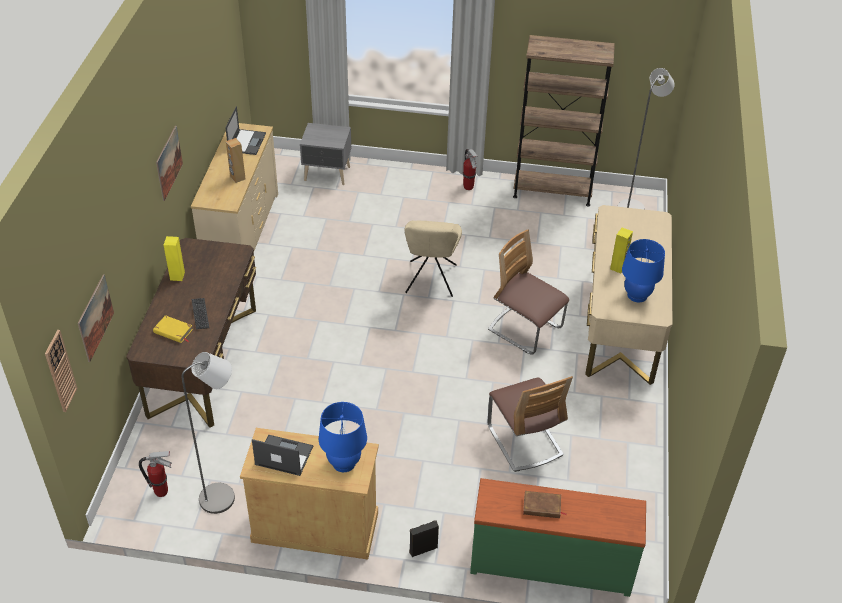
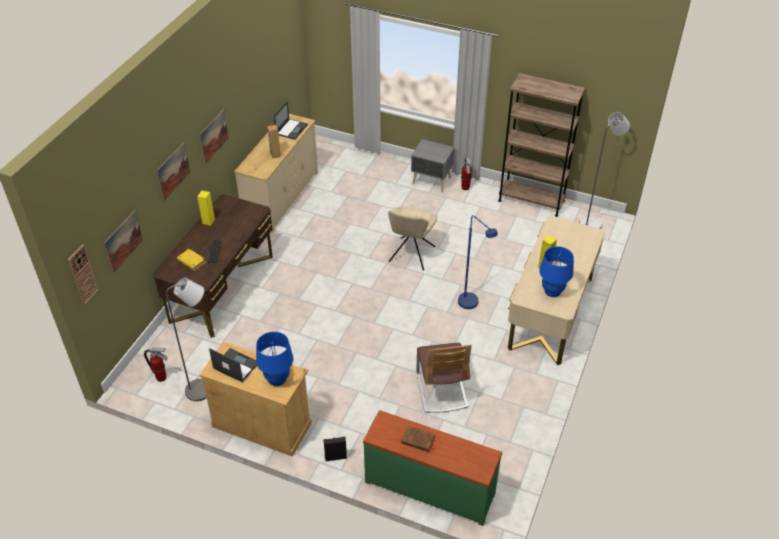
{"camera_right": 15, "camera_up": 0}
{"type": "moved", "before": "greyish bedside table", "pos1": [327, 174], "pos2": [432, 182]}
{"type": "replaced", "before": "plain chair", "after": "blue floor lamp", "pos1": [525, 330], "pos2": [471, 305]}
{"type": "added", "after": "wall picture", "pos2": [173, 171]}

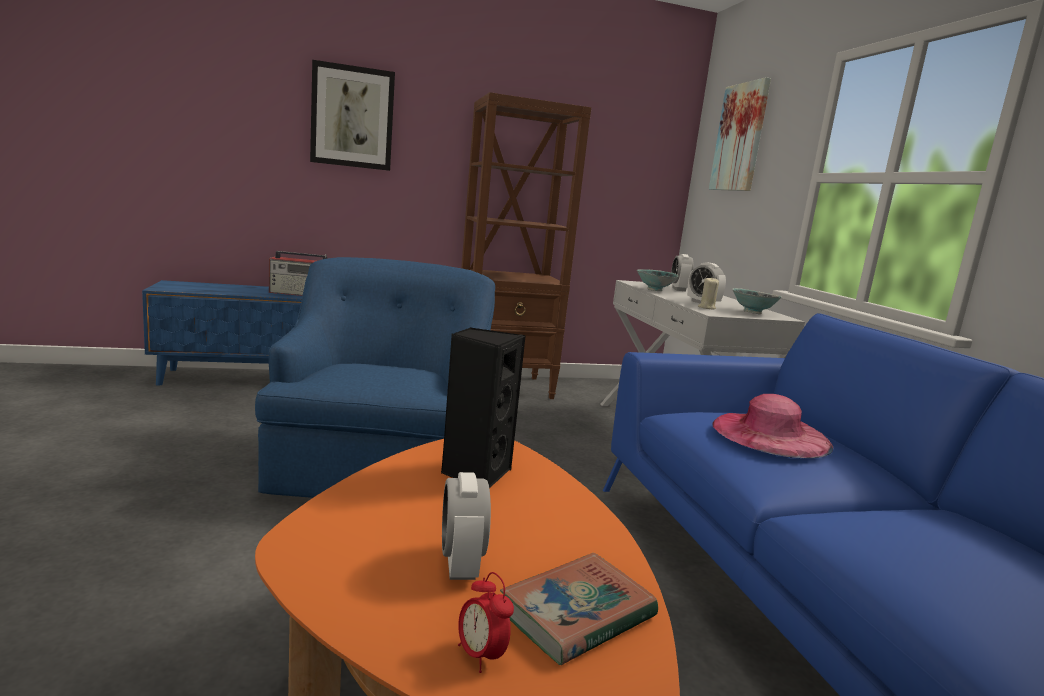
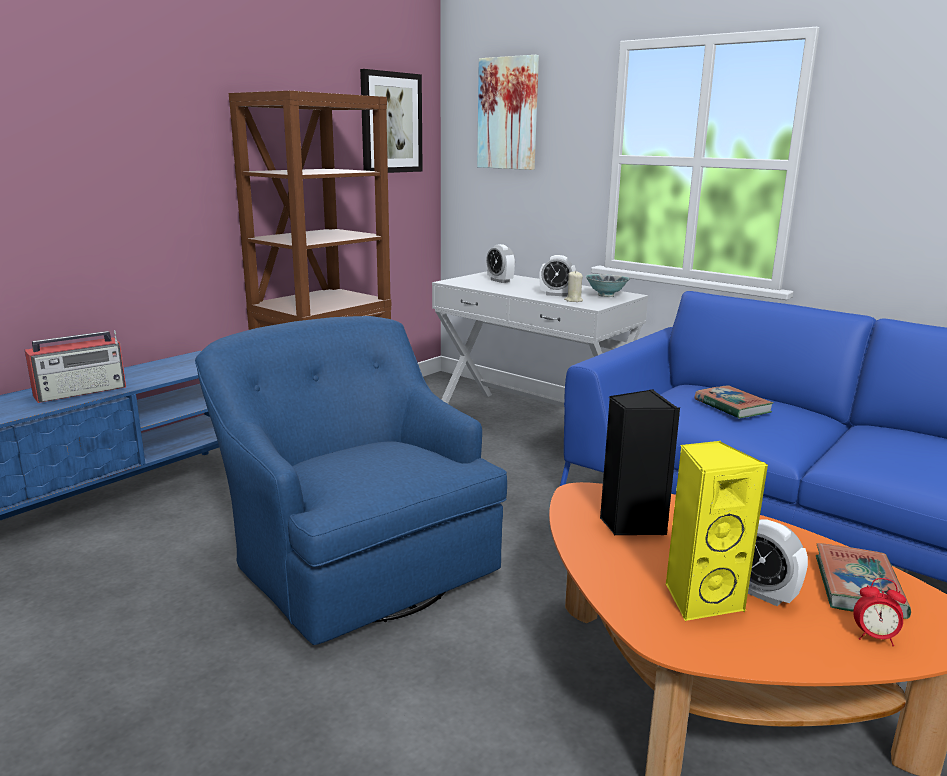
{"camera_right": -35, "camera_up": 5}
{"type": "moved", "before": "wall picture", "pos1": [352, 117], "pos2": [391, 123]}
{"type": "removed", "before": "bowl", "pos1": [654, 290]}
{"type": "replaced", "before": "pinkish hat", "after": "volume", "pos1": [770, 434], "pos2": [732, 406]}
{"type": "added", "after": "yellowish loudspeaker", "pos2": [700, 599]}

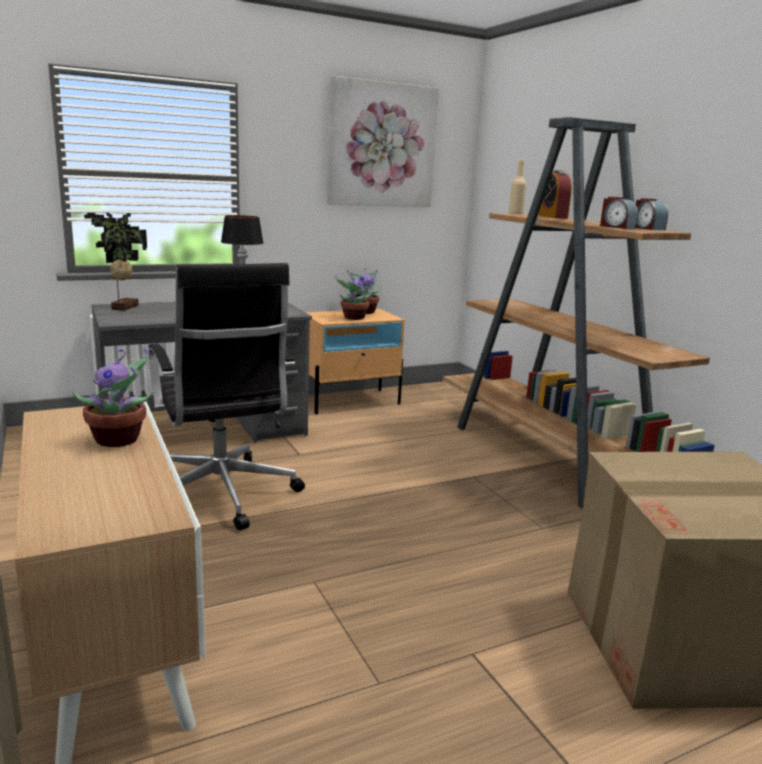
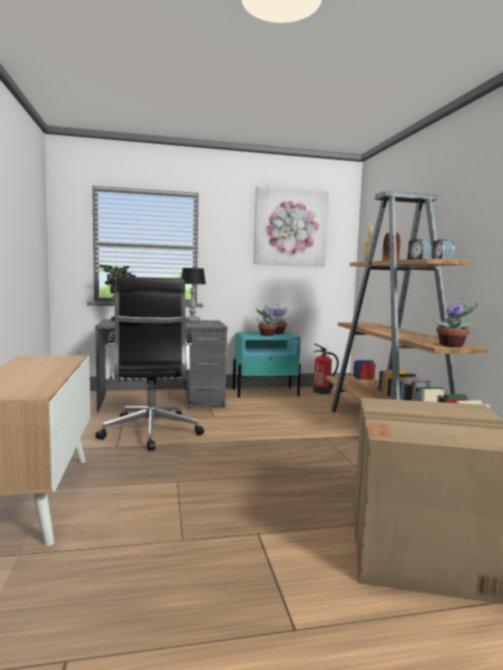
{"camera_right": 15, "camera_up": -10}
{"type": "moved", "before": "plant in a pot", "pos1": [120, 440], "pos2": [453, 345]}
{"type": "recoloured", "before": "beige-coloured bedside table", "after": "turquoise bedside table", "pos1": [350, 401], "pos2": [265, 392]}
{"type": "added", "after": "extinguisher", "pos2": [322, 391]}

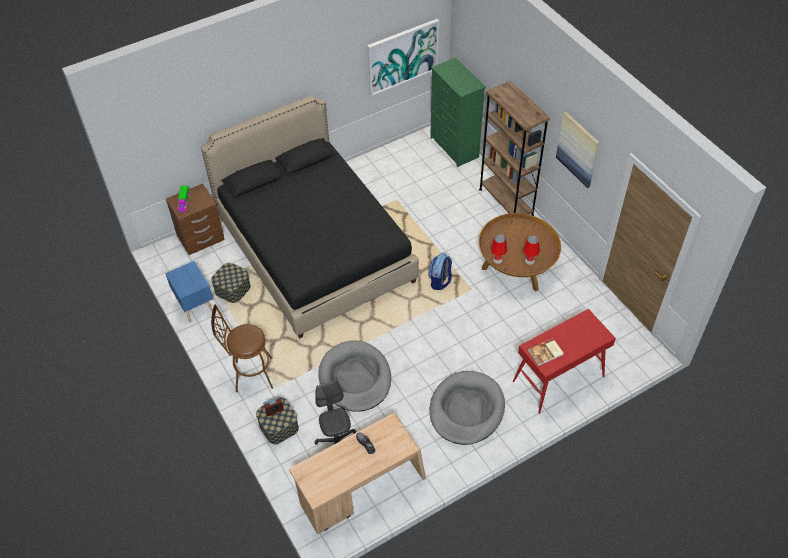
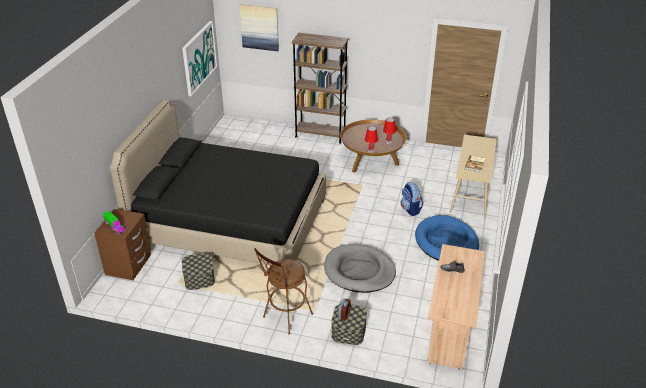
{"camera_right": -45, "camera_up": -15}
{"type": "removed", "before": "blue bedside table", "pos1": [195, 304]}
{"type": "removed", "before": "greyish office chair", "pos1": [336, 442]}
{"type": "moved", "before": "knapsack", "pos1": [440, 281], "pos2": [410, 209]}
{"type": "removed", "before": "green-coloured dresser", "pos1": [454, 148]}
{"type": "recoloured", "before": "greyish dog cushion", "after": "blue dog cushion", "pos1": [466, 409], "pos2": [446, 242]}
{"type": "recoloured", "before": "reddish hall table", "after": "beige-coloured hall table", "pos1": [558, 379], "pos2": [470, 197]}
{"type": "moved", "before": "wall picture", "pos1": [578, 149], "pos2": [259, 27]}

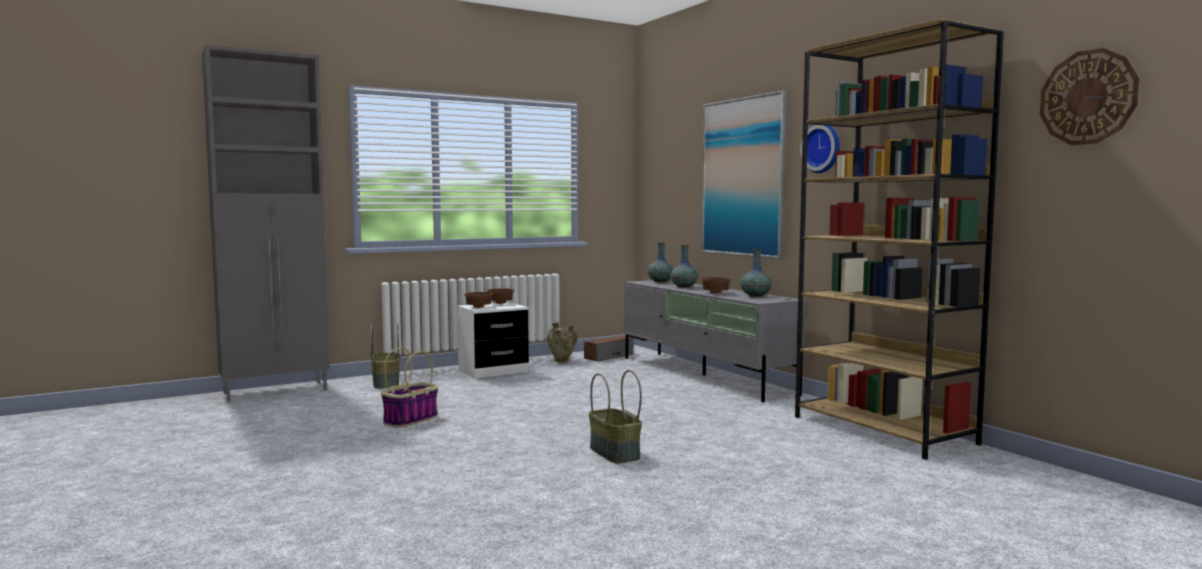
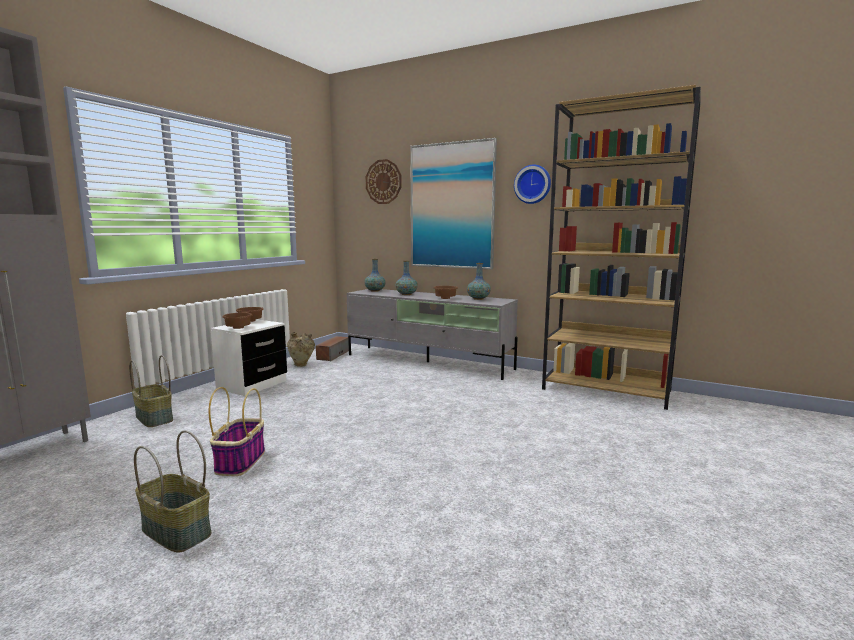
{"camera_right": -30, "camera_up": 5}
{"type": "moved", "before": "household basket", "pos1": [613, 453], "pos2": [175, 532]}
{"type": "moved", "before": "clock on the wall", "pos1": [1088, 97], "pos2": [383, 182]}

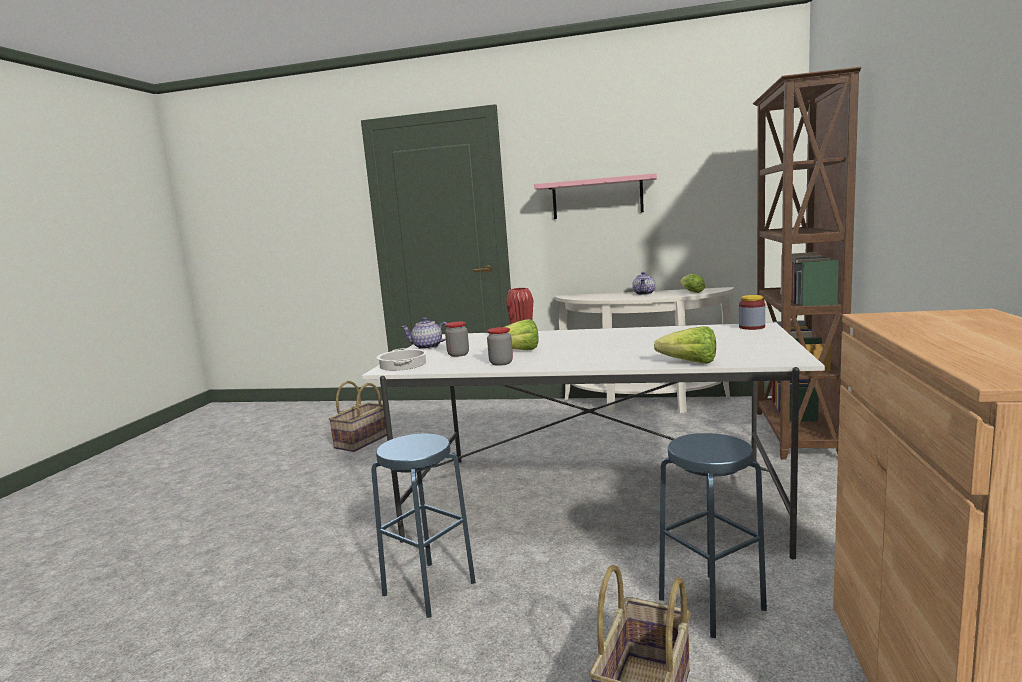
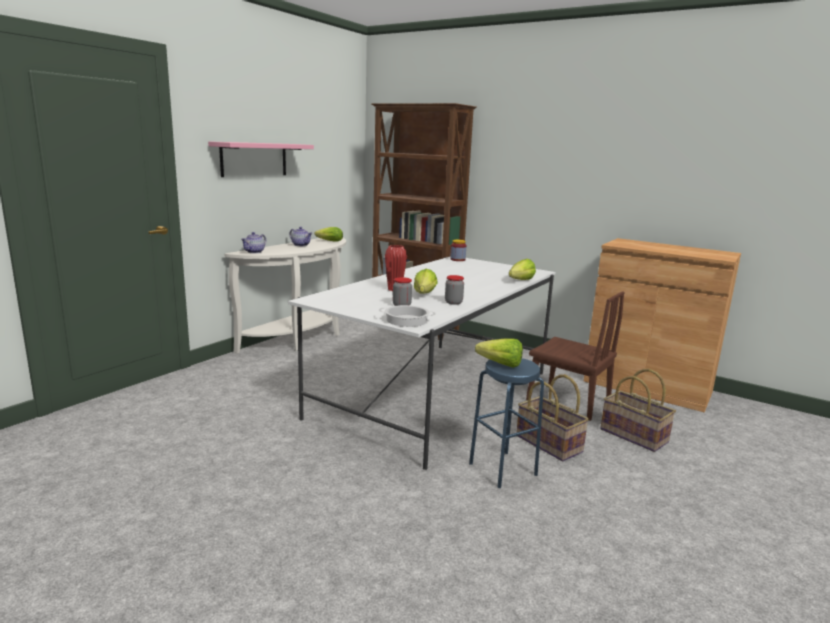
{"camera_right": -70, "camera_up": 5}
{"type": "moved", "before": "household basket", "pos1": [363, 441], "pos2": [549, 443]}
{"type": "moved", "before": "pot for tea", "pos1": [427, 347], "pos2": [254, 252]}
{"type": "replaced", "before": "blue sitting stool", "after": "brown plain chair", "pos1": [711, 604], "pos2": [568, 400]}
{"type": "added", "after": "lettuce", "pos2": [497, 364]}

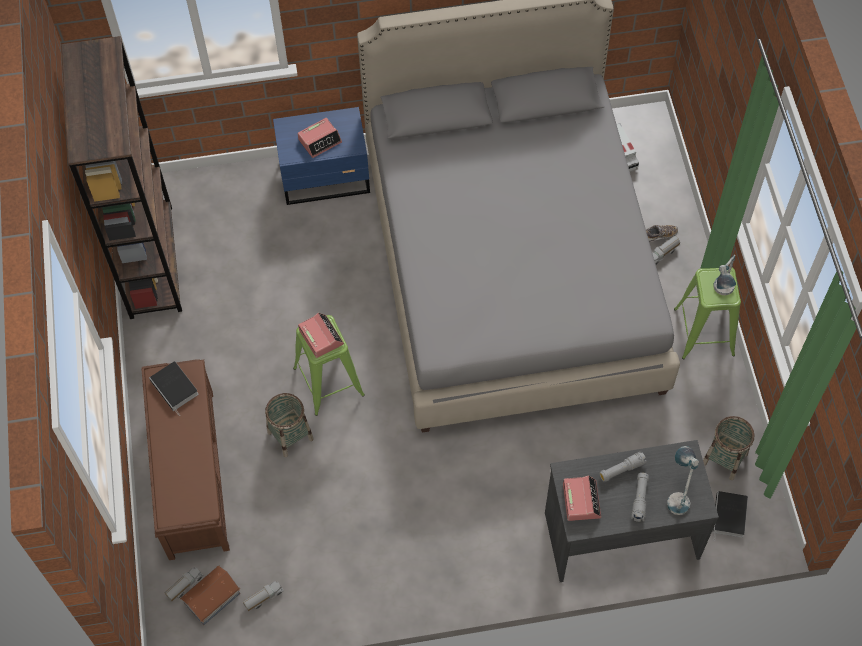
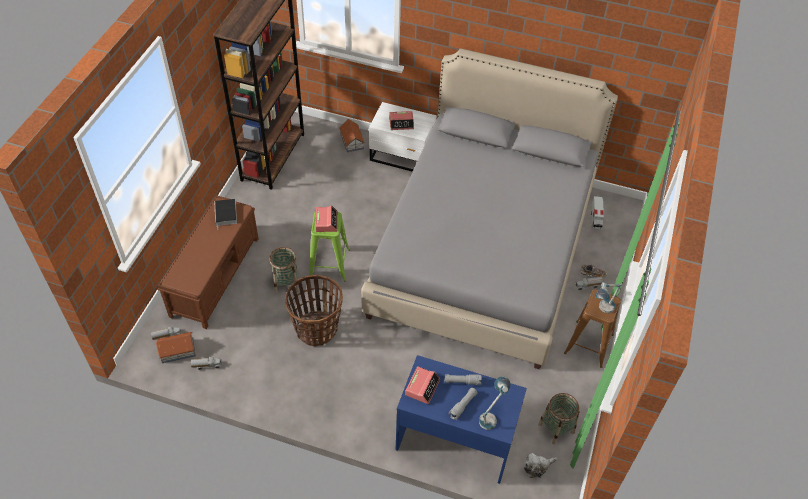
{"camera_right": 25, "camera_up": -10}
{"type": "recoloured", "before": "blue bedside table", "after": "white bedside table", "pos1": [326, 178], "pos2": [402, 156]}
{"type": "recoloured", "before": "greyish desk table", "after": "blue desk table", "pos1": [620, 534], "pos2": [455, 440]}
{"type": "recoloured", "before": "green-coloured sitting stool", "after": "brown sitting stool", "pos1": [704, 331], "pos2": [589, 343]}
{"type": "replaced", "before": "volume", "after": "soft toy", "pos1": [729, 517], "pos2": [537, 467]}
{"type": "added", "after": "household basket", "pos2": [316, 328]}
{"type": "added", "after": "miniature house", "pos2": [352, 141]}

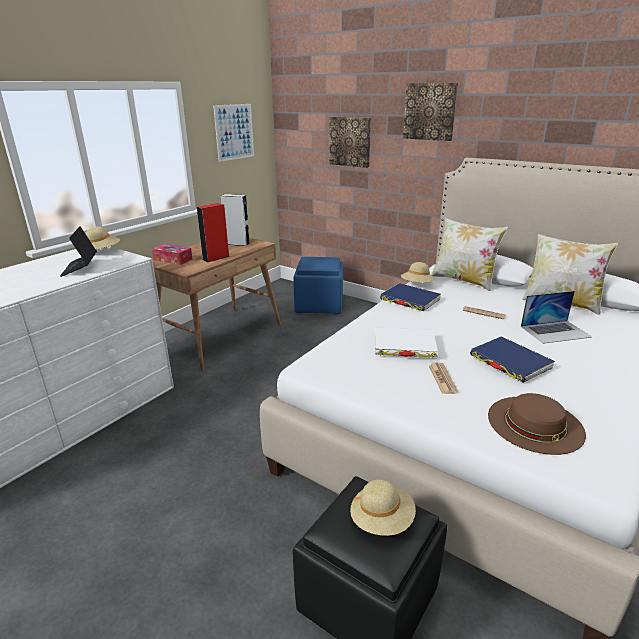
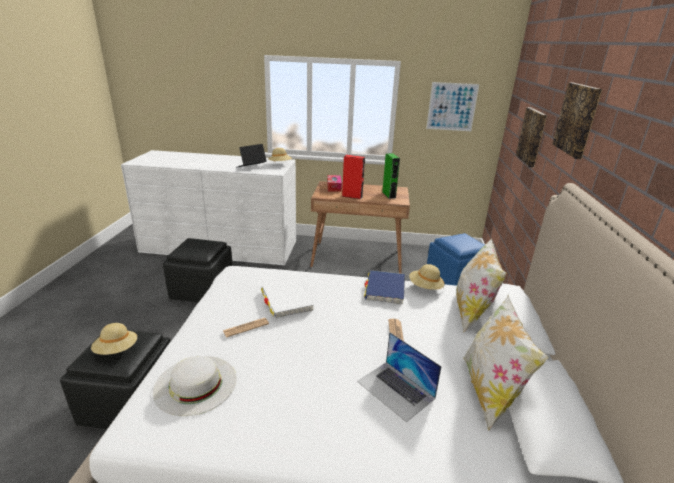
{"camera_right": 60, "camera_up": 0}
{"type": "recoloured", "before": "greyish loudspeaker", "after": "green-coloured loudspeaker", "pos1": [237, 244], "pos2": [389, 195]}
{"type": "removed", "before": "blue volume", "pos1": [510, 362]}
{"type": "recoloured", "before": "brown hat", "after": "white hat", "pos1": [535, 424], "pos2": [195, 384]}
{"type": "added", "after": "black-coloured ottoman", "pos2": [203, 290]}

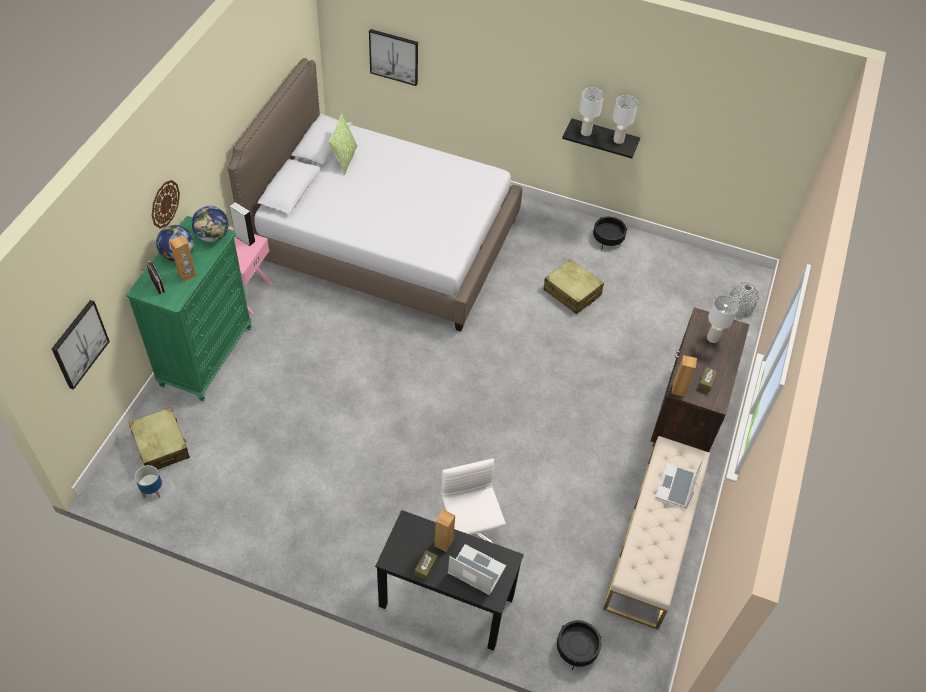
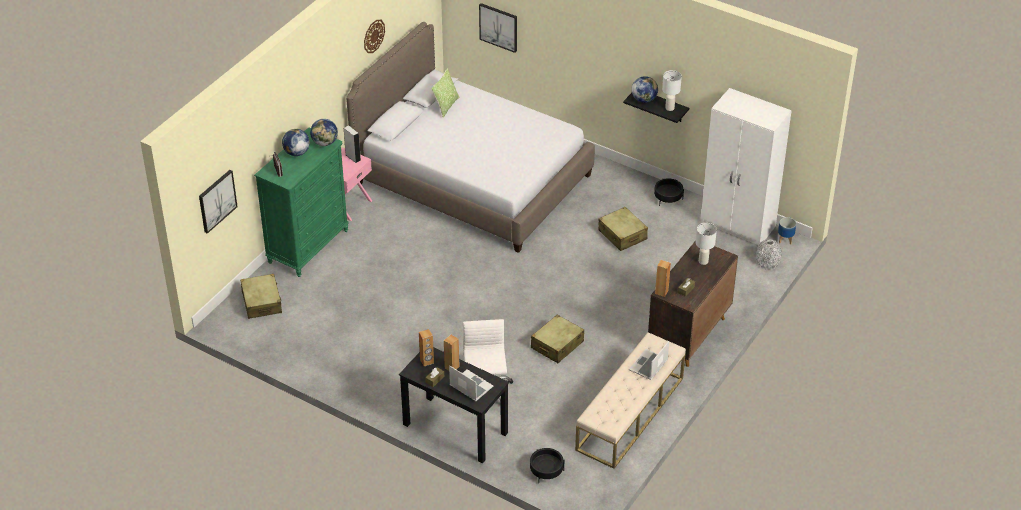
{"camera_right": 15, "camera_up": -10}
{"type": "moved", "before": "flower pot", "pos1": [152, 491], "pos2": [785, 240]}
{"type": "moved", "before": "clock on the wall", "pos1": [164, 204], "pos2": [373, 36]}
{"type": "moved", "before": "brown loudspeaker", "pos1": [187, 275], "pos2": [427, 361]}
{"type": "replaced", "before": "white tabletop lamp", "after": "globe", "pos1": [585, 132], "pos2": [644, 99]}
{"type": "added", "after": "beige-coloured piece of luggage", "pos2": [557, 345]}
{"type": "added", "after": "white armoire", "pos2": [738, 225]}

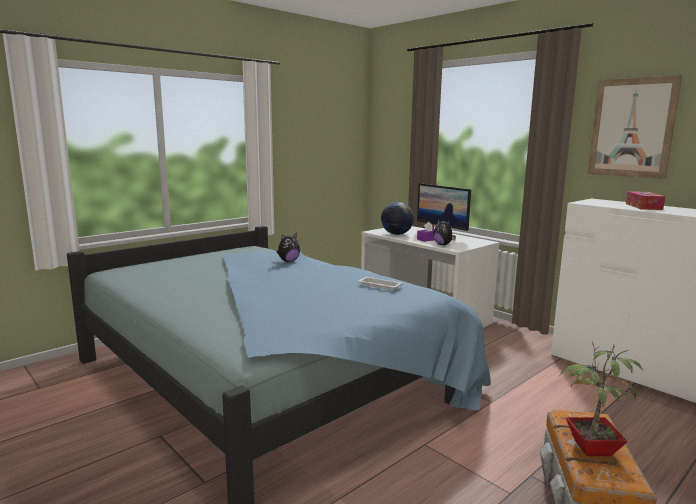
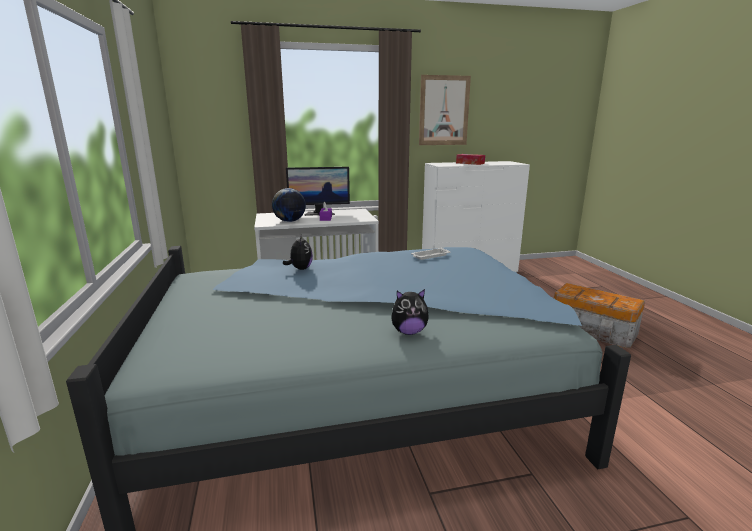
{"camera_right": -60, "camera_up": 5}
{"type": "moved", "before": "soft toy", "pos1": [443, 245], "pos2": [409, 332]}
{"type": "removed", "before": "plant in a pot", "pos1": [590, 449]}

